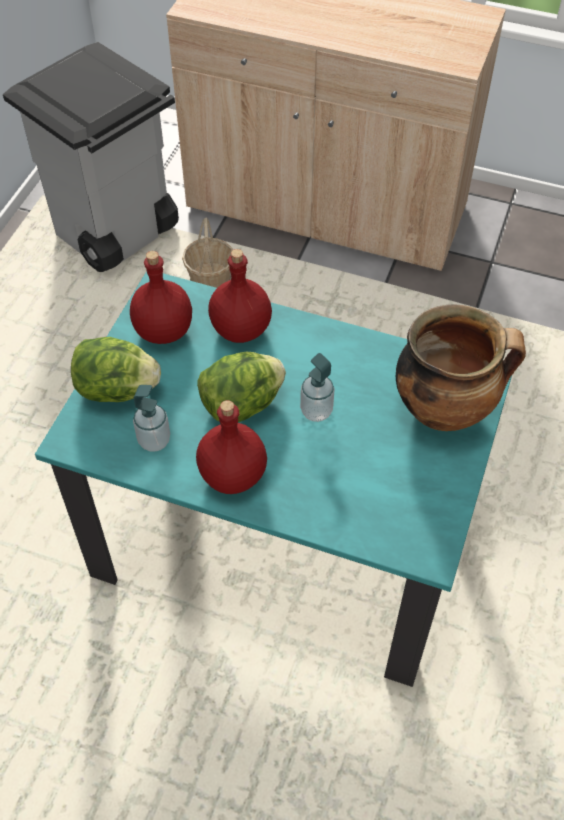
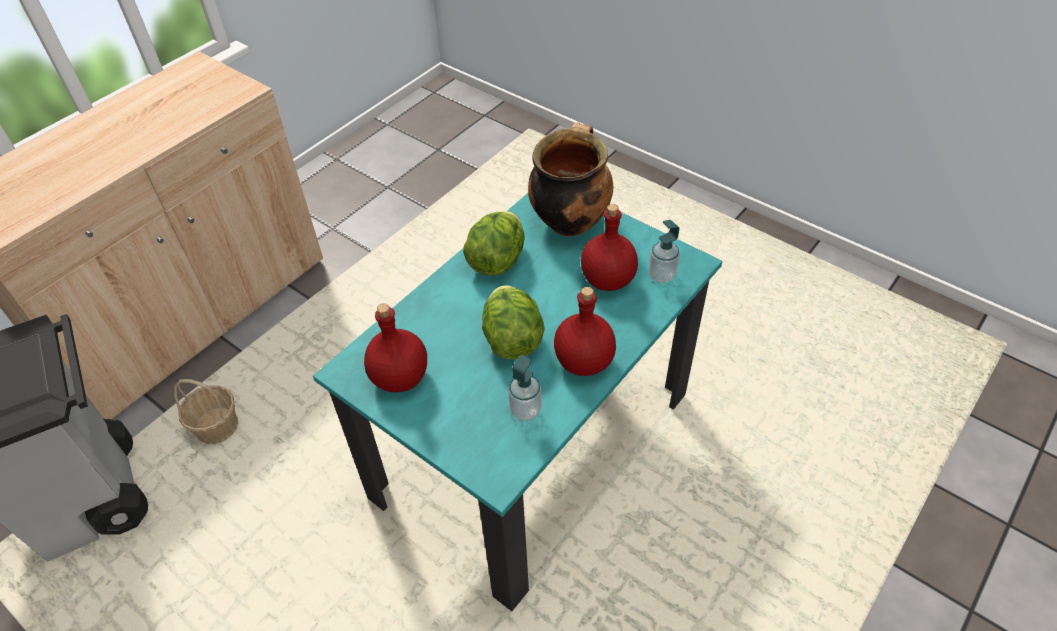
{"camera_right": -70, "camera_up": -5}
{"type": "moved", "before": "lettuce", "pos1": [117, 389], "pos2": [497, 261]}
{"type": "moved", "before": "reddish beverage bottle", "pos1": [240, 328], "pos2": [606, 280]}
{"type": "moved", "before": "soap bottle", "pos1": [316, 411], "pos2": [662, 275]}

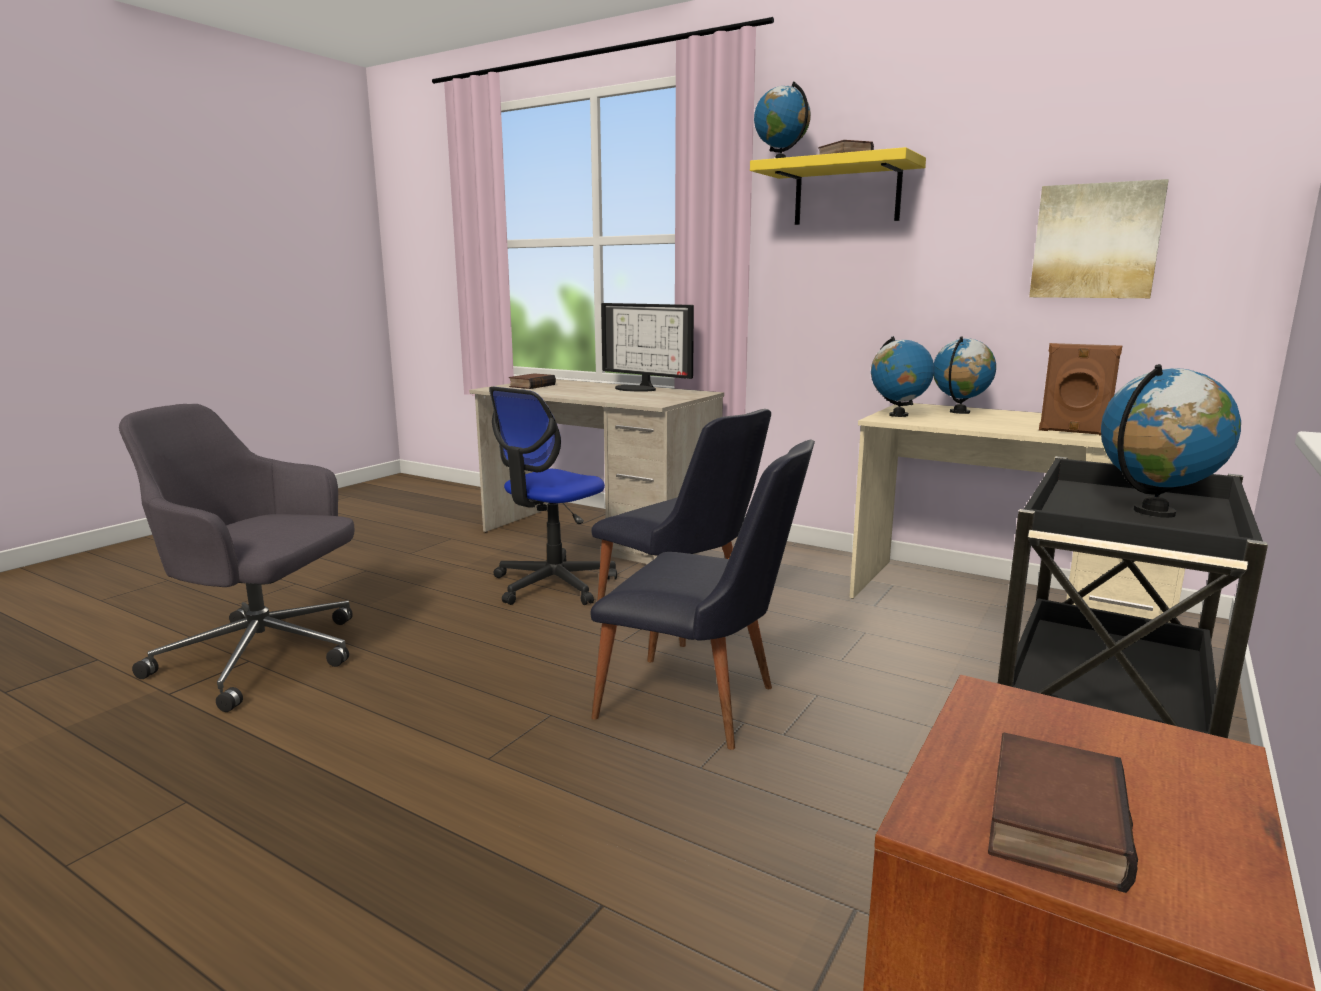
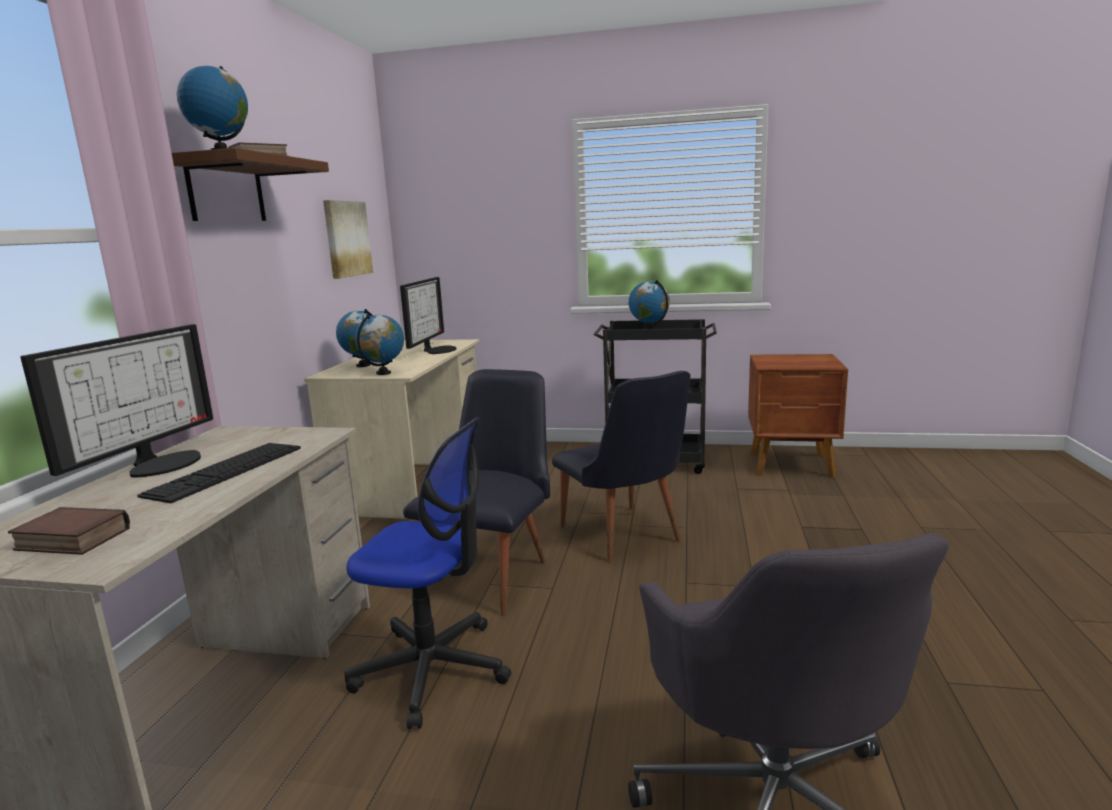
{"camera_right": -110, "camera_up": 0}
{"type": "turned", "before": "black-coloured plain chair", "pos1": [703, 706], "pos2": [625, 538], "turn": 150}
{"type": "recoloured", "before": "yellowish shelf", "after": "brown shelf", "pos1": [847, 193], "pos2": [226, 191]}
{"type": "removed", "before": "volume", "pos1": [1050, 819]}
{"type": "replaced", "before": "brown loudspeaker", "after": "monitor", "pos1": [1073, 432], "pos2": [437, 350]}
{"type": "added", "after": "keyboard", "pos2": [226, 470]}

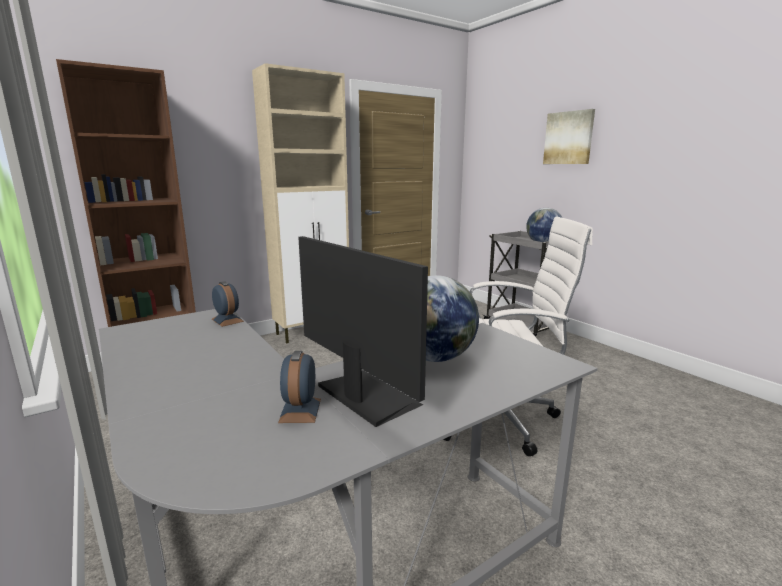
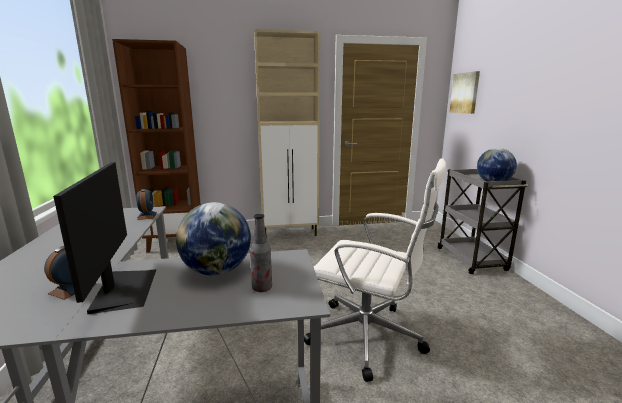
{"camera_right": 25, "camera_up": 0}
{"type": "moved", "before": "wall picture", "pos1": [569, 138], "pos2": [465, 93]}
{"type": "added", "after": "beverage bottle", "pos2": [262, 288]}

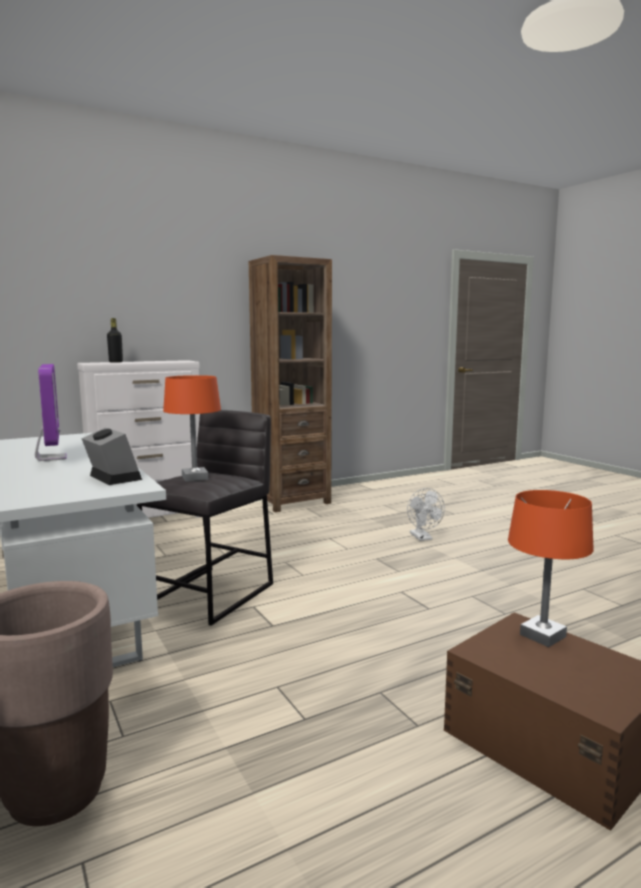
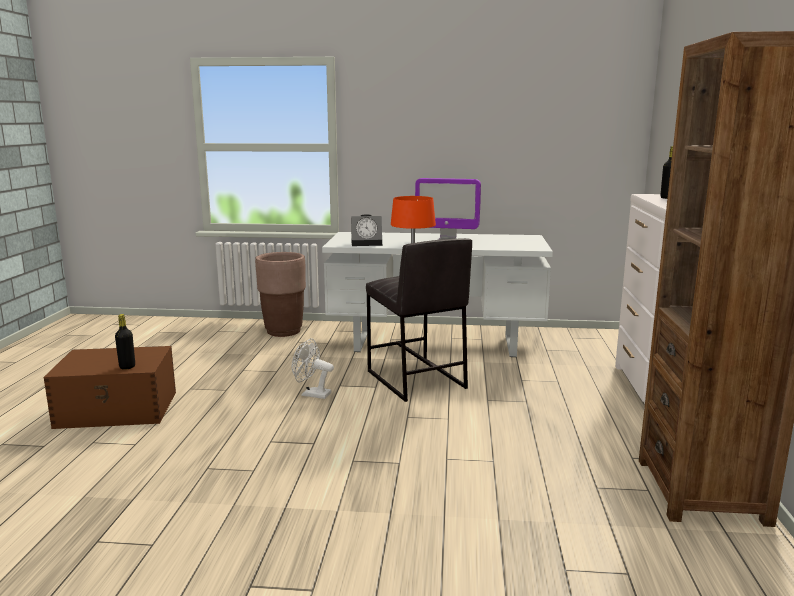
{"camera_right": 125, "camera_up": 5}
{"type": "moved", "before": "white electric fan", "pos1": [423, 538], "pos2": [311, 394]}
{"type": "replaced", "before": "orange tabletop lamp", "after": "black-coloured beverage bottle", "pos1": [542, 635], "pos2": [127, 367]}

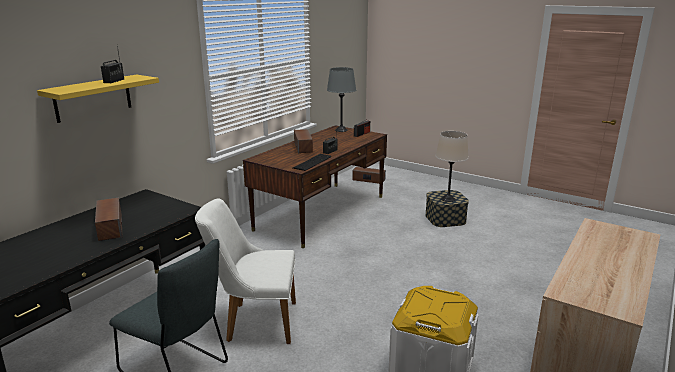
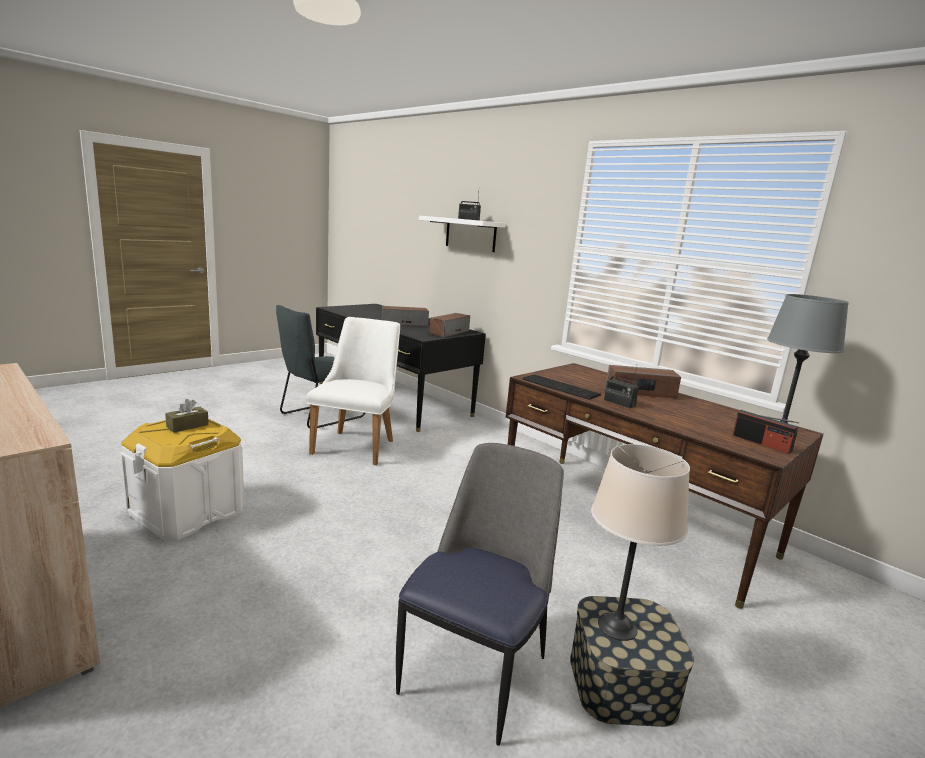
{"camera_right": 100, "camera_up": -5}
{"type": "recoloured", "before": "yellowish shelf", "after": "white shelf", "pos1": [93, 98], "pos2": [470, 234]}
{"type": "moved", "before": "loudspeaker", "pos1": [368, 180], "pos2": [449, 332]}
{"type": "added", "after": "brown box of tissues", "pos2": [187, 426]}
{"type": "added", "after": "plain chair", "pos2": [475, 670]}

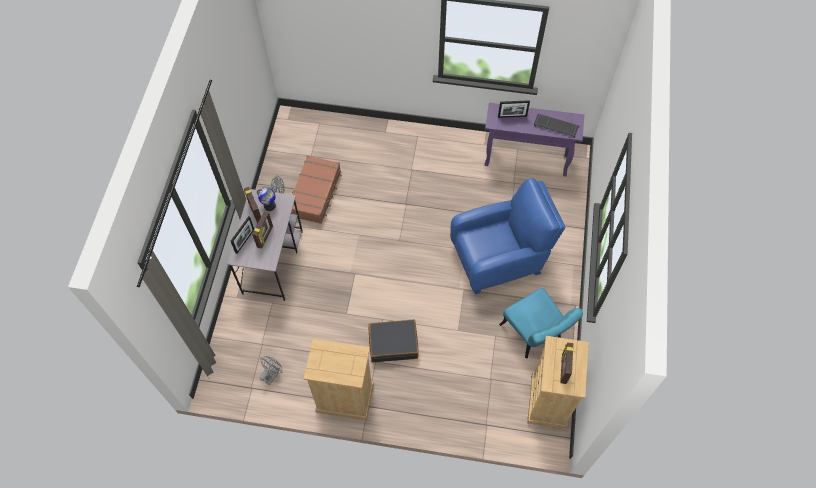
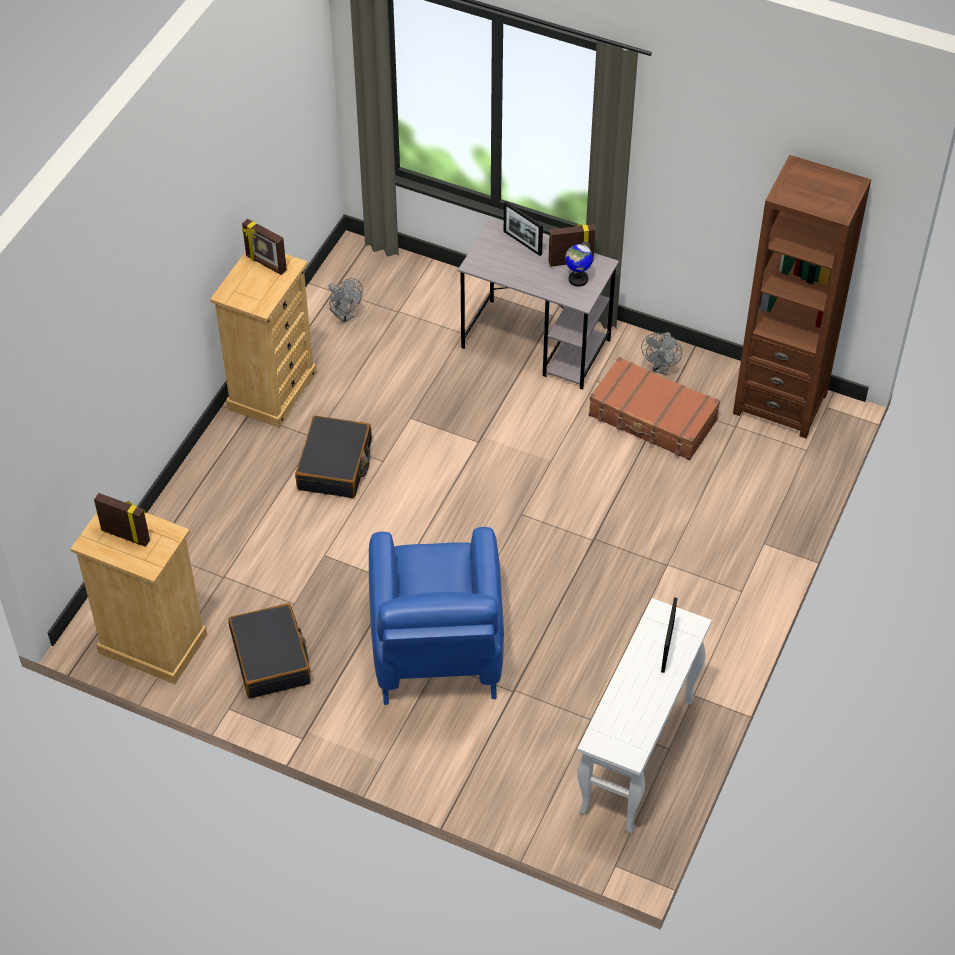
{"camera_right": 105, "camera_up": -10}
{"type": "moved", "before": "picture frame", "pos1": [265, 237], "pos2": [265, 264]}
{"type": "recoloured", "before": "purplish hall table", "after": "white hall table", "pos1": [527, 160], "pos2": [637, 757]}
{"type": "replaced", "before": "turquoise plain chair", "after": "black-coloured piece of luggage", "pos1": [534, 335], "pos2": [271, 659]}
{"type": "removed", "before": "keyboard", "pos1": [556, 125]}
{"type": "added", "after": "brown shelving unit", "pos2": [780, 403]}

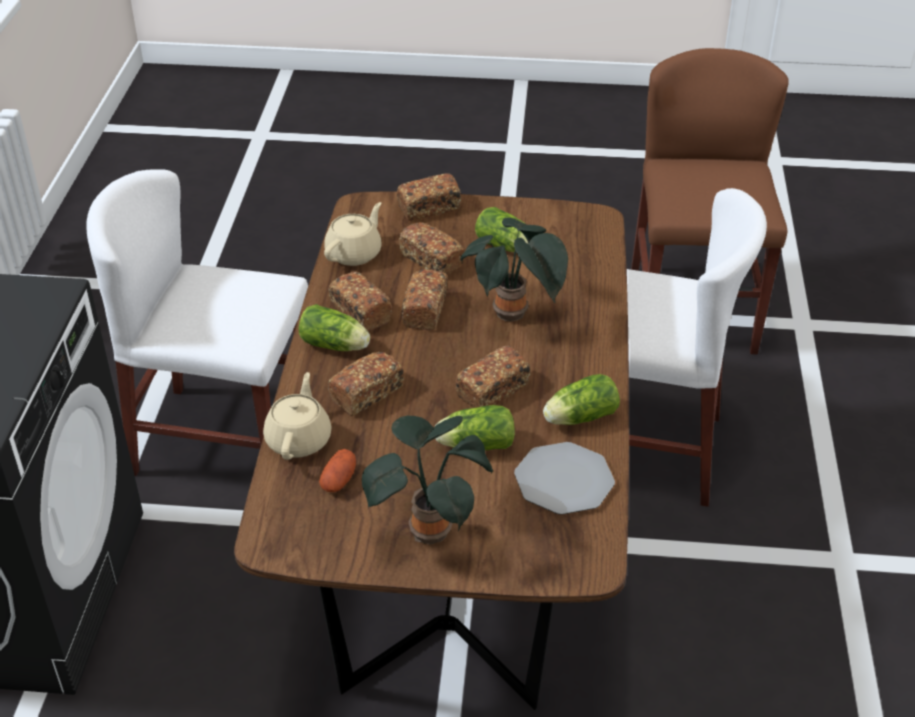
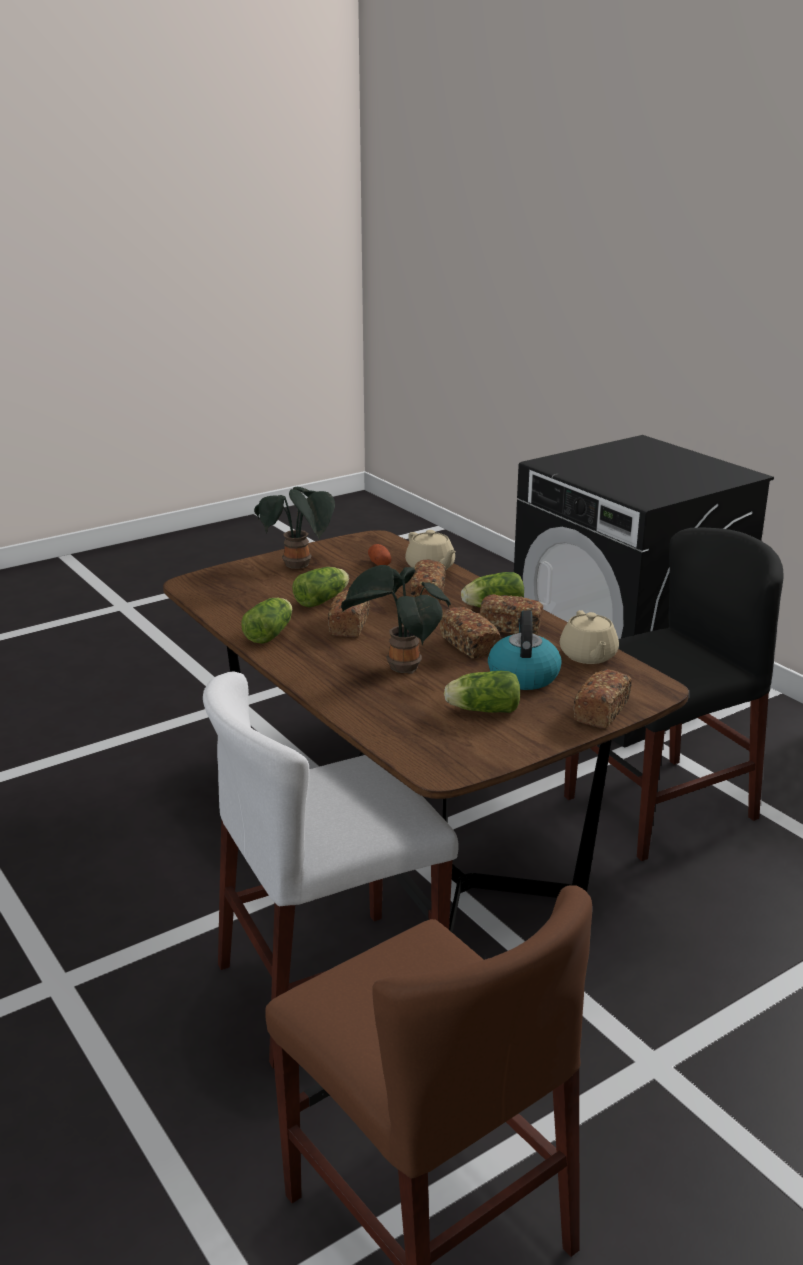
{"camera_right": 140, "camera_up": -15}
{"type": "recoloured", "before": "white plain chair", "after": "black-coloured plain chair", "pos1": [224, 440], "pos2": [659, 807]}
{"type": "replaced", "before": "baked bread", "after": "tea kettle", "pos1": [432, 260], "pos2": [523, 675]}
{"type": "removed", "before": "dinner plate", "pos1": [564, 480]}

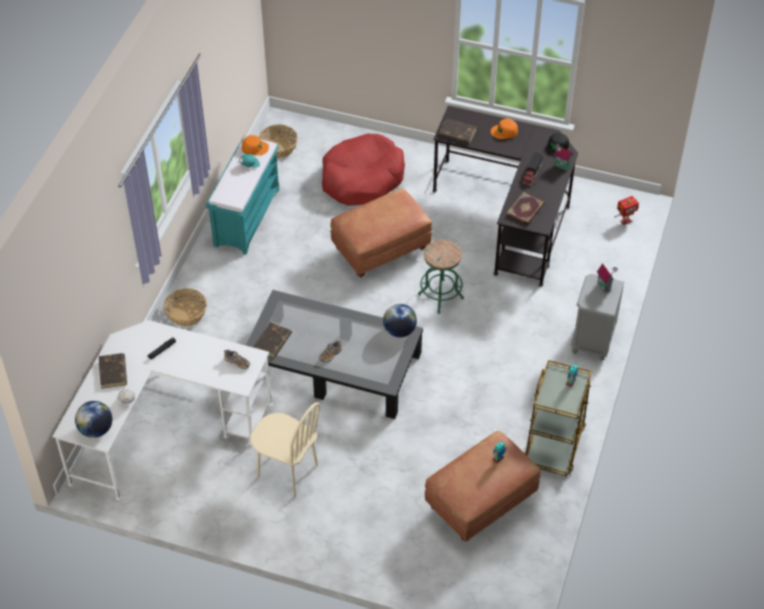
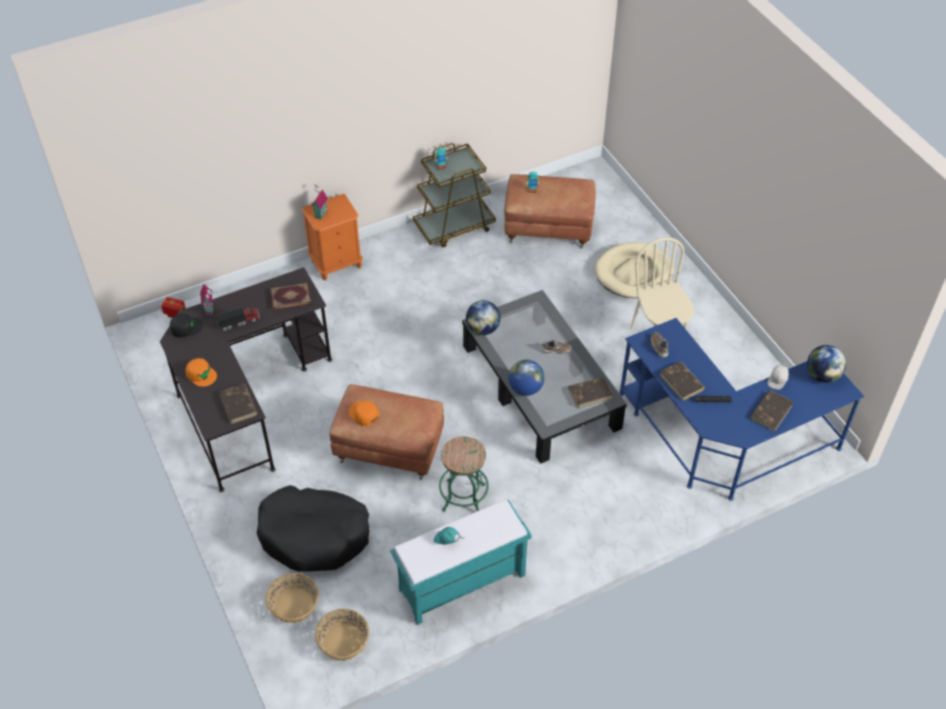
{"camera_right": -135, "camera_up": 0}
{"type": "recoloured", "before": "white desk table", "after": "blue desk table", "pos1": [163, 425], "pos2": [723, 440]}
{"type": "moved", "before": "household basket", "pos1": [186, 314], "pos2": [294, 605]}
{"type": "moved", "before": "orange cap", "pos1": [254, 148], "pos2": [364, 414]}
{"type": "recoloured", "before": "reddish dog cushion", "after": "black-coloured dog cushion", "pos1": [362, 179], "pos2": [314, 535]}
{"type": "moved", "before": "green-coloured sitting stool", "pos1": [440, 296], "pos2": [463, 497]}
{"type": "recoloured", "before": "greyish bedside table", "after": "orange bedside table", "pos1": [592, 341], "pos2": [336, 263]}
{"type": "added", "after": "globe", "pos2": [525, 388]}
{"type": "added", "after": "beige-coloured dog cushion", "pos2": [633, 273]}
{"type": "added", "after": "brown volume", "pos2": [682, 382]}

